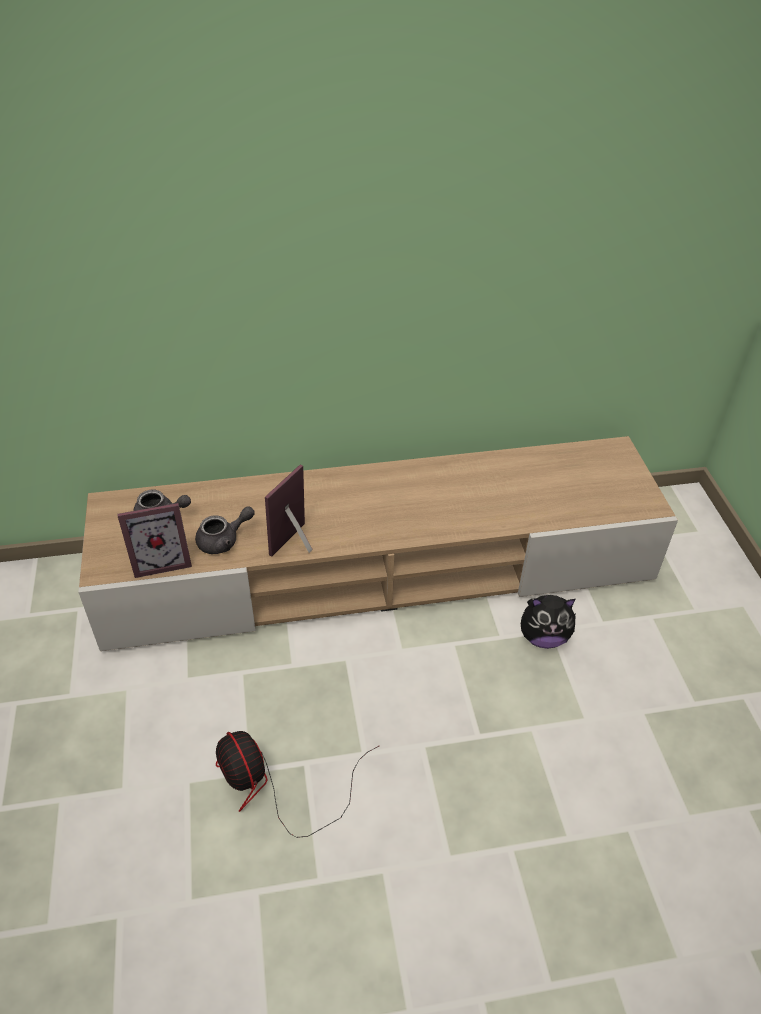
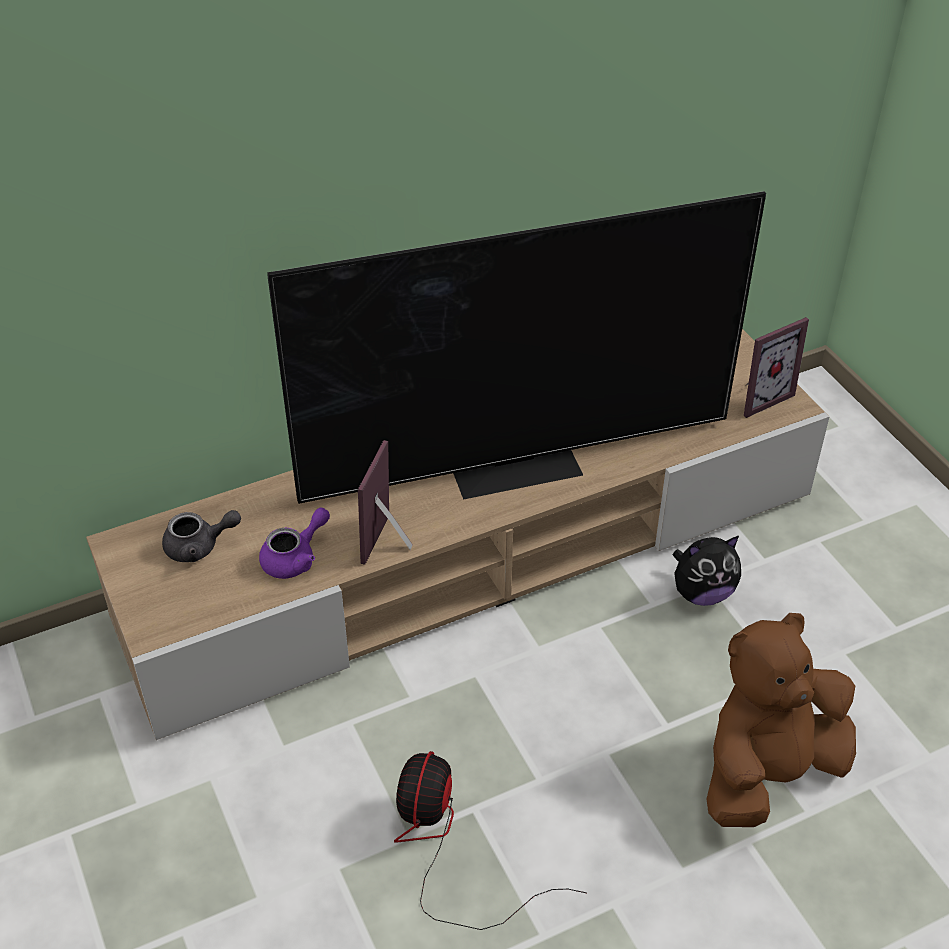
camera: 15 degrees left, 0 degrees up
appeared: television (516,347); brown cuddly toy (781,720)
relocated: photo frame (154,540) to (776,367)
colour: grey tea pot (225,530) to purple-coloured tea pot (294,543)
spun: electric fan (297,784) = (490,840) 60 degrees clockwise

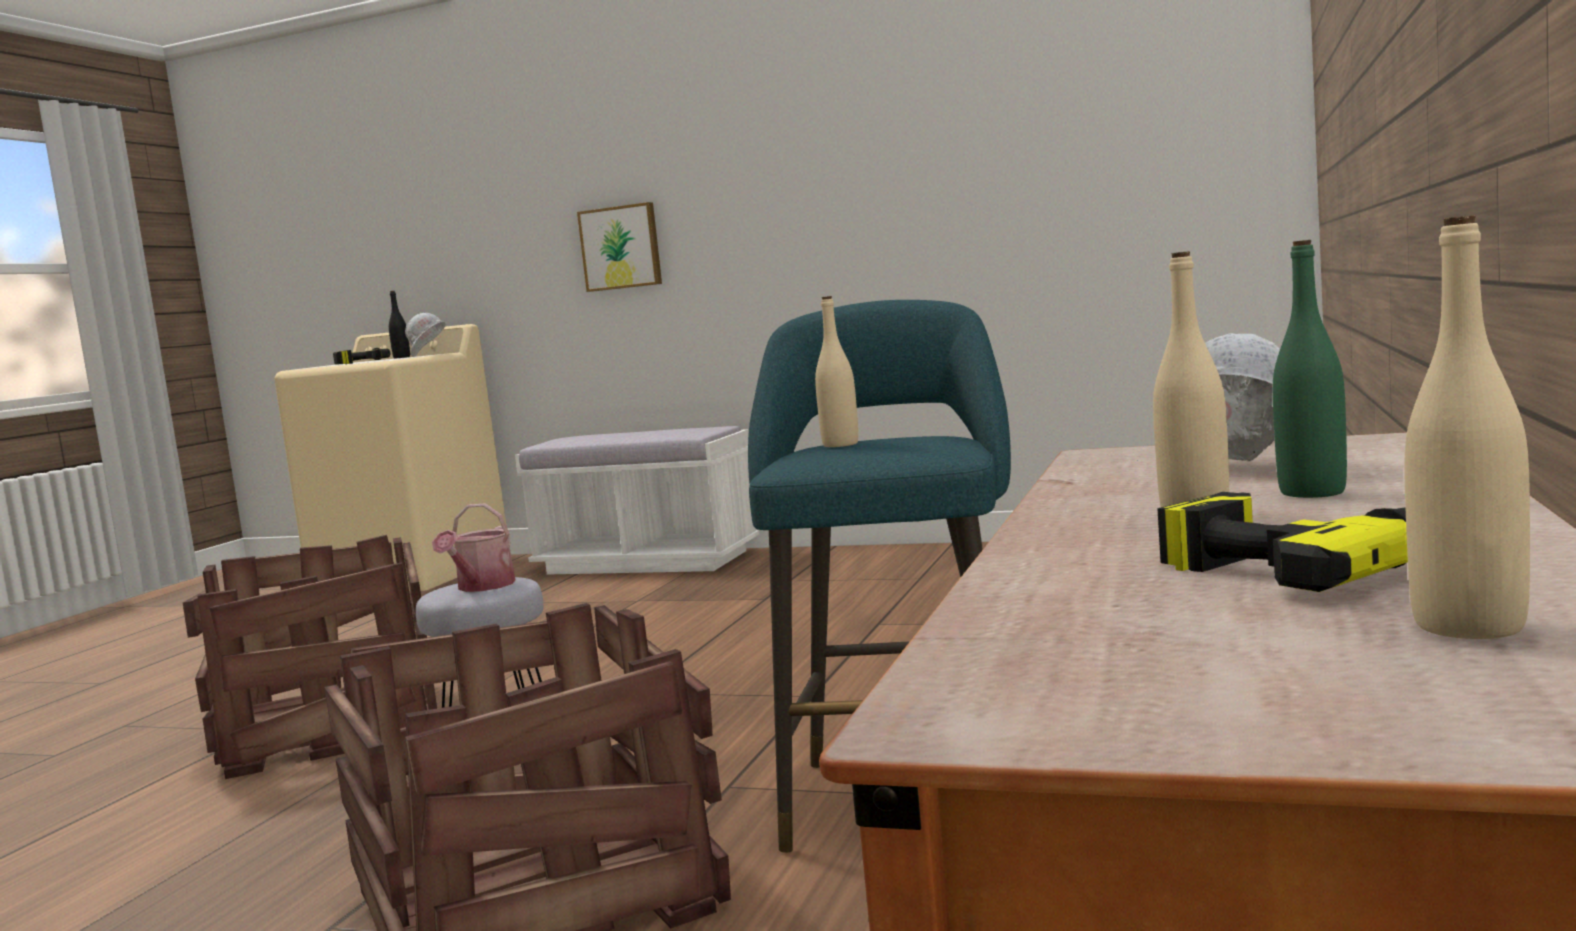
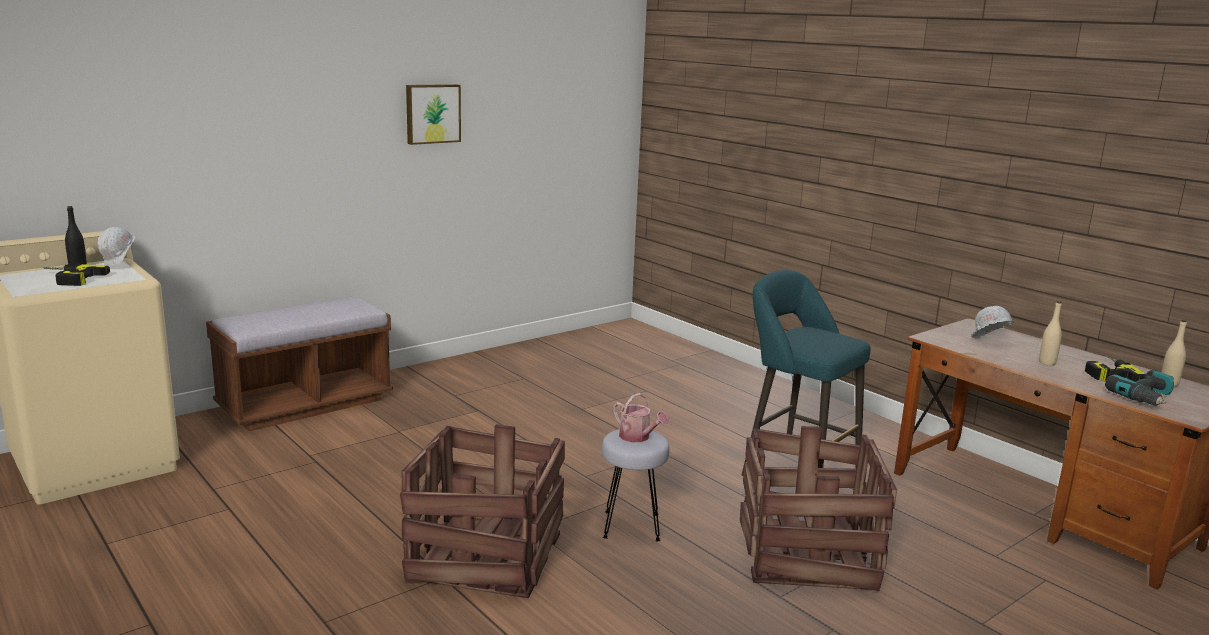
camera: 60 degrees left, 10 degrees up
missing: sand-coloured bottle (836,371); green bottle (1310,369)
appeared: drill (1139,388)
relocated: wall art (619,247) to (433,114)
colour: whitish indoor bench (637,500) to brown indoor bench (299,363)

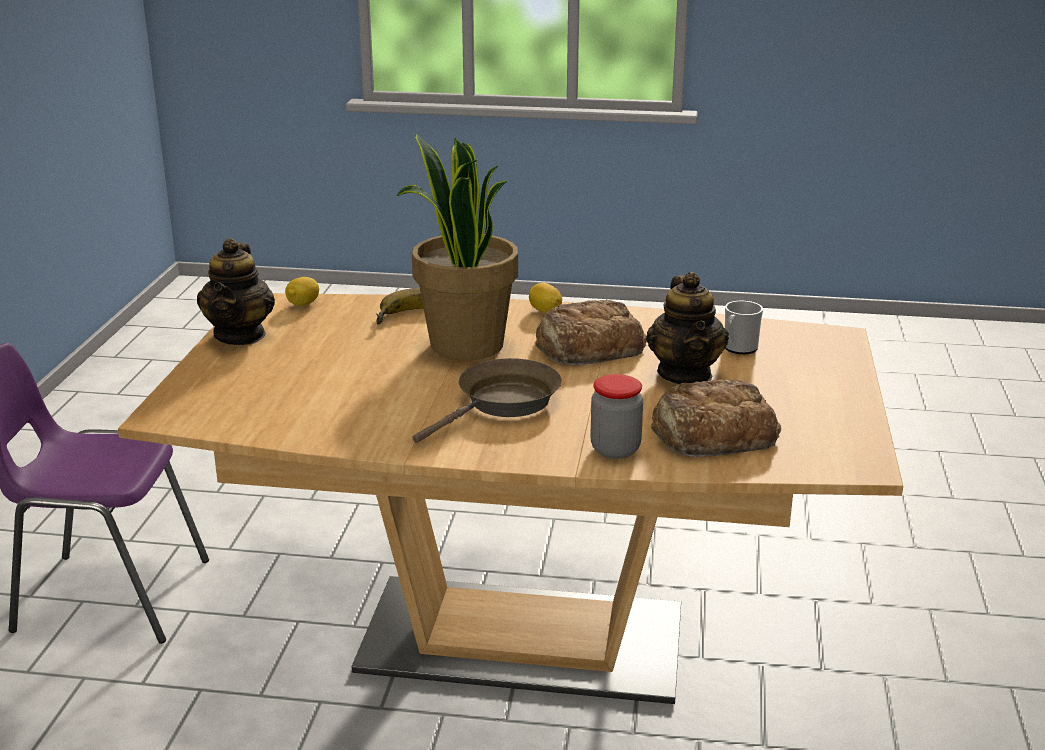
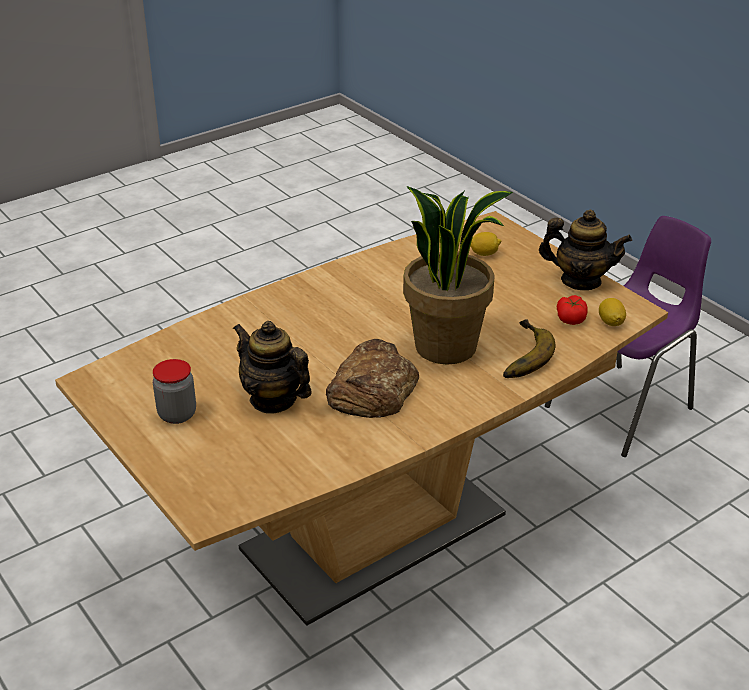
camera: 135 degrees right, 10 degrees up
missing: brown skillet (487,400); bakery bread (716,418); tea mug (744,327)
appeared: whole tomato (572,310)
relocated: lemon (545,298) to (486,244); jar (616,416) to (174,391)
spun: tea pot (236,291) = (585,250) 150 degrees clockwise

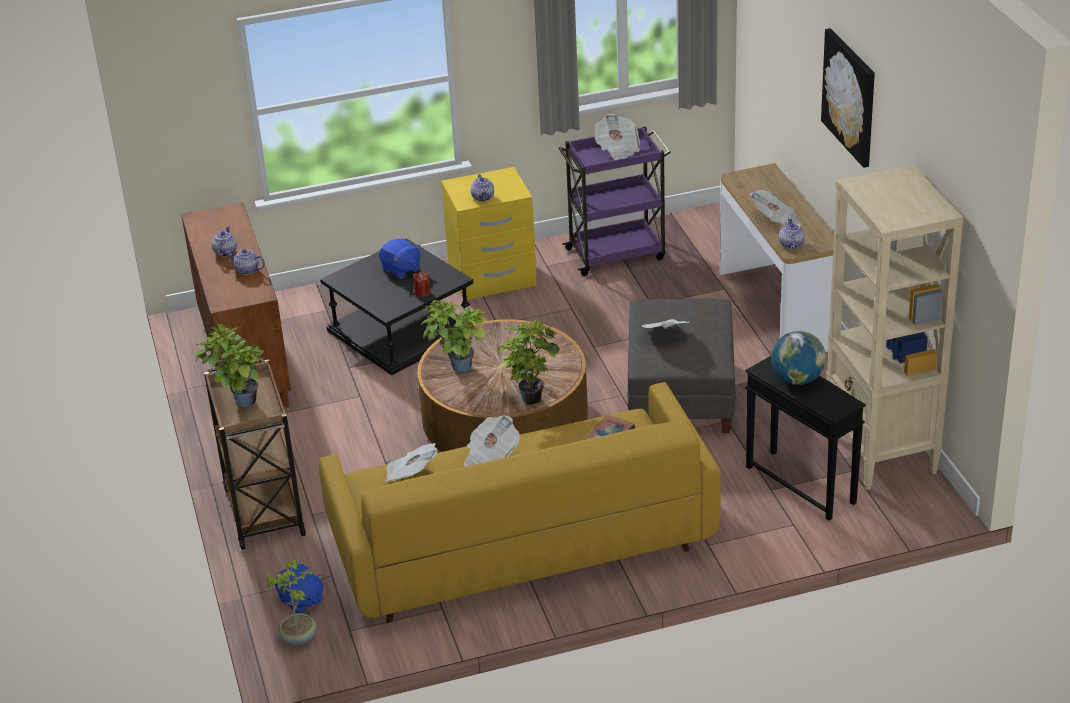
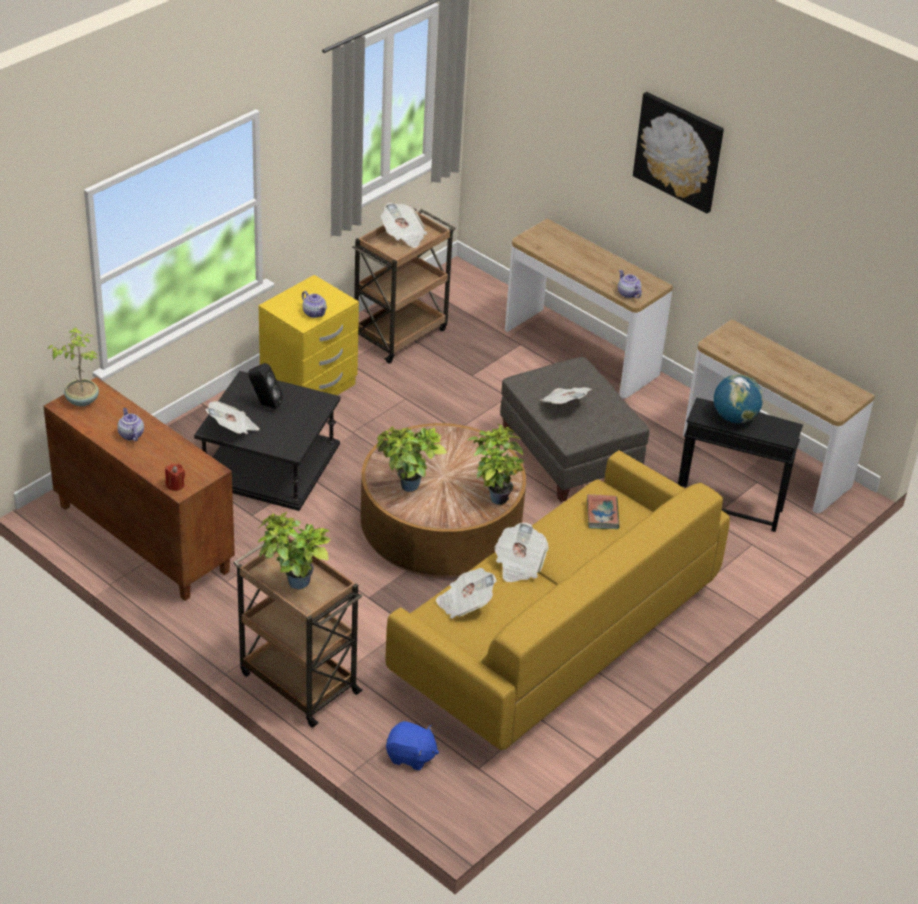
camera: 35 degrees left, 5 degrees up
missing: tea pot (245,262)
relocated: plant in a pot (290,602) to (73,367); red-coloured candle (421,284) to (175,477); newspaper (775,208) to (232,417)
exchanged: blue-coloured cuddly toy (400,258) to blackish loudspeaker (265,386); sand-coloured bookcase (895,327) to narrow table (779,416)
colour: purple-coloured cart (615,201) to brown cart (404,286)

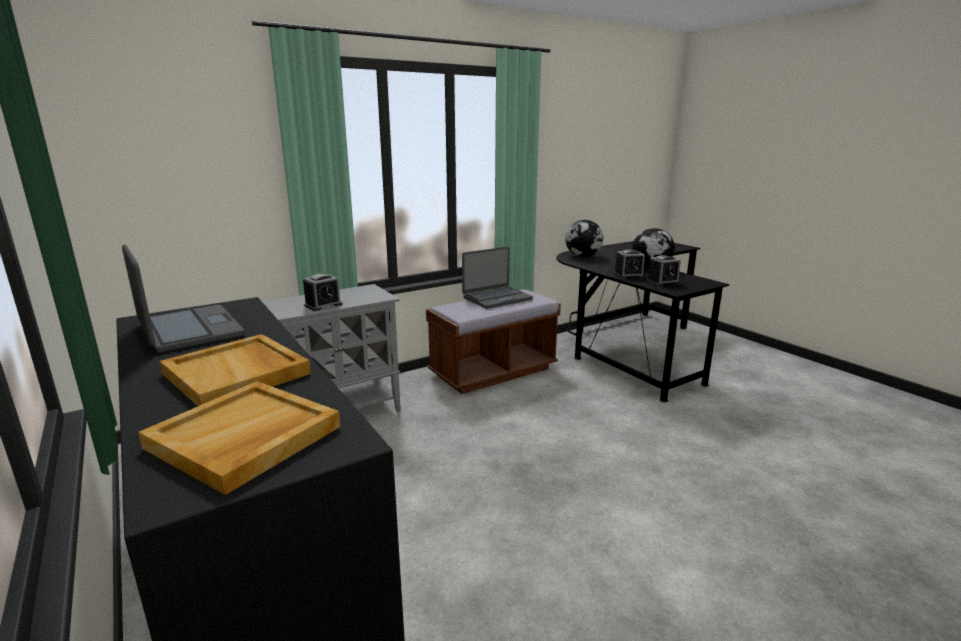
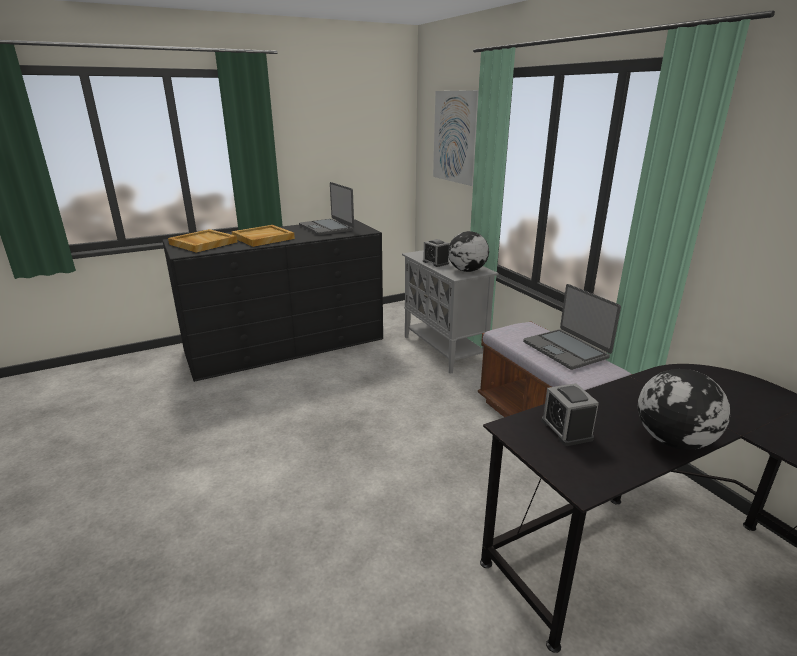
camera: 95 degrees right, 5 degrees up
missing: table clock (629,263)
appeared: wall art (456,138)
relocated: globe (584,238) to (468,251)
spun: laptop (183,298) = (326,209) 90 degrees clockwise

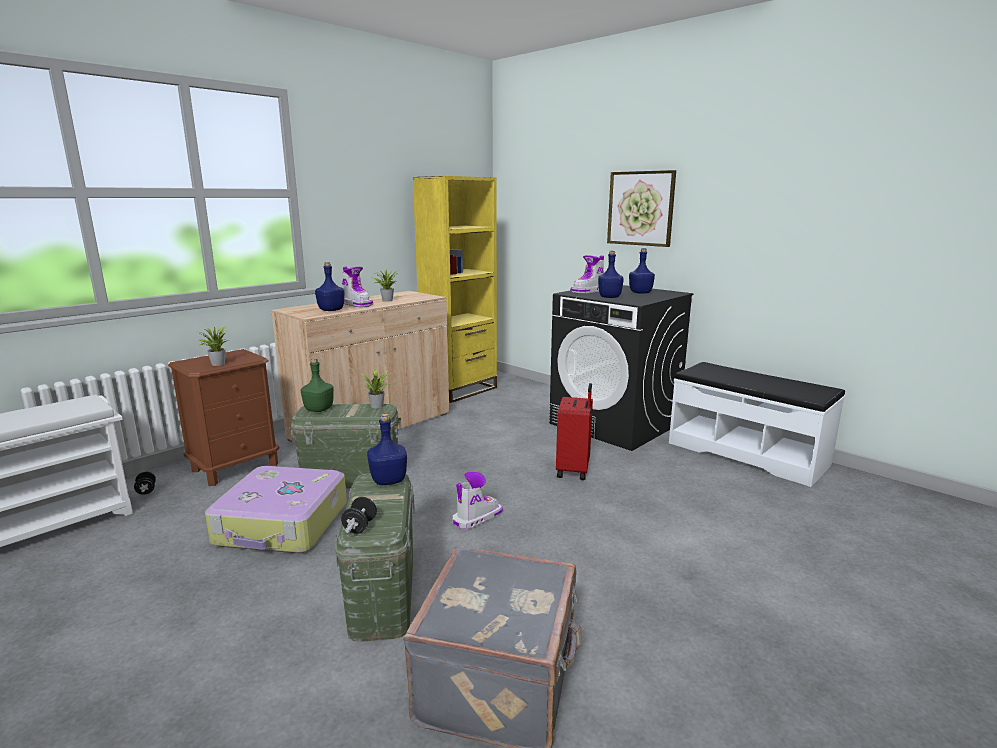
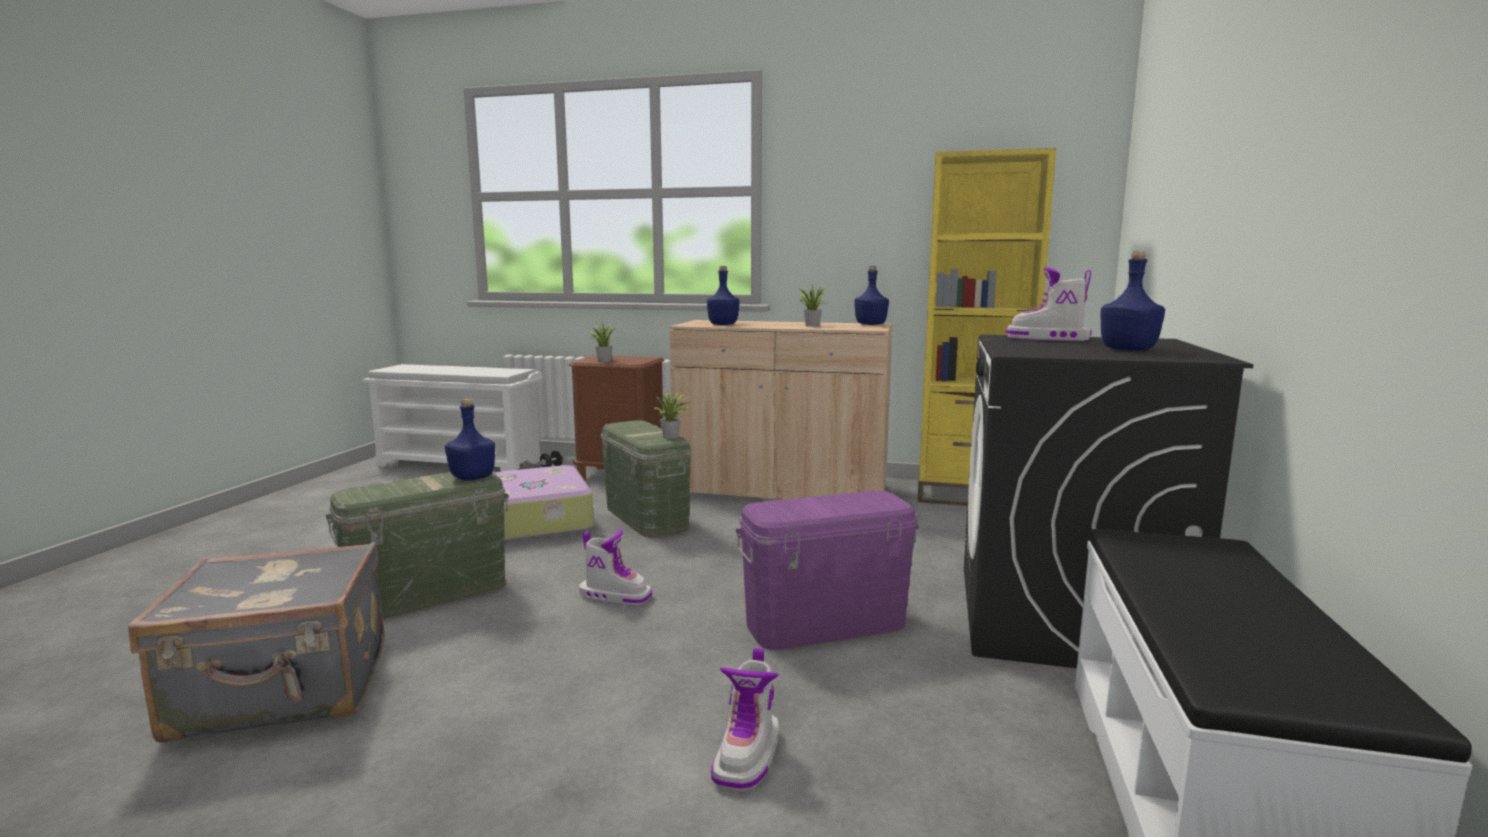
camera: 60 degrees right, 5 degrees down
missing: green bottle (317,385); blackish dumbbell (359,515); wall art (641,208)
relocated: high-top boot (357,287) to (745,719); blue-coloured bottle (610,274) to (871,295)
exchanged: red-coloured piece of luggage (574,431) to purple-coloured storage container (827,570)

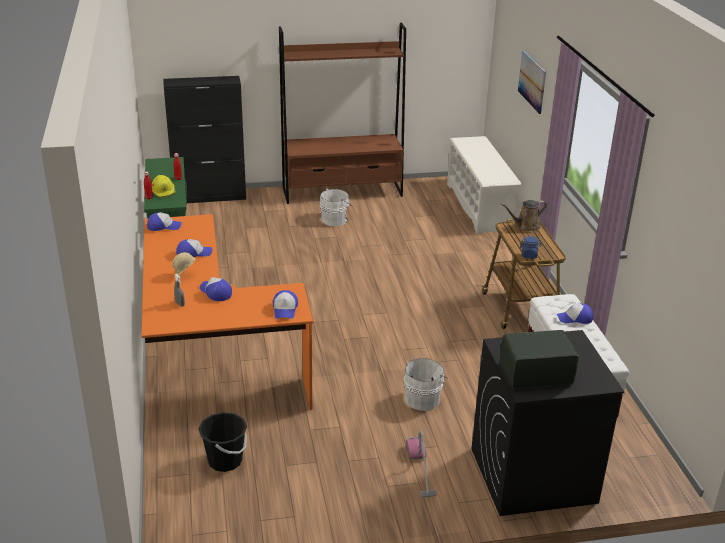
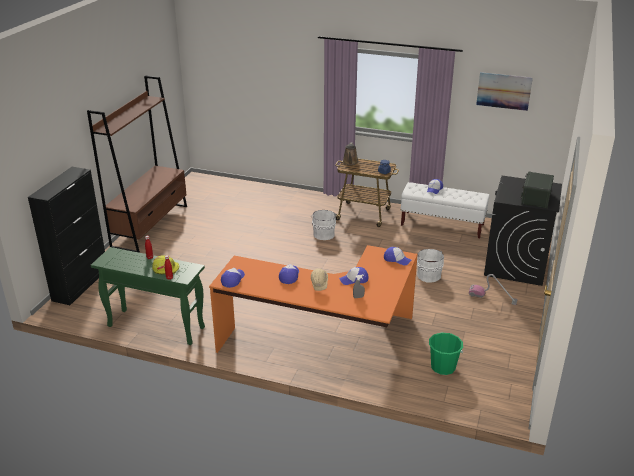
camera: 60 degrees left, 0 degrees up
missing: whitish shoe stand (484,185)
relocated: whitish pail (336,207) to (323,225); wall art (532,82) to (504,91)
colour: blackish pail (222,442) to green pail (446,353)

